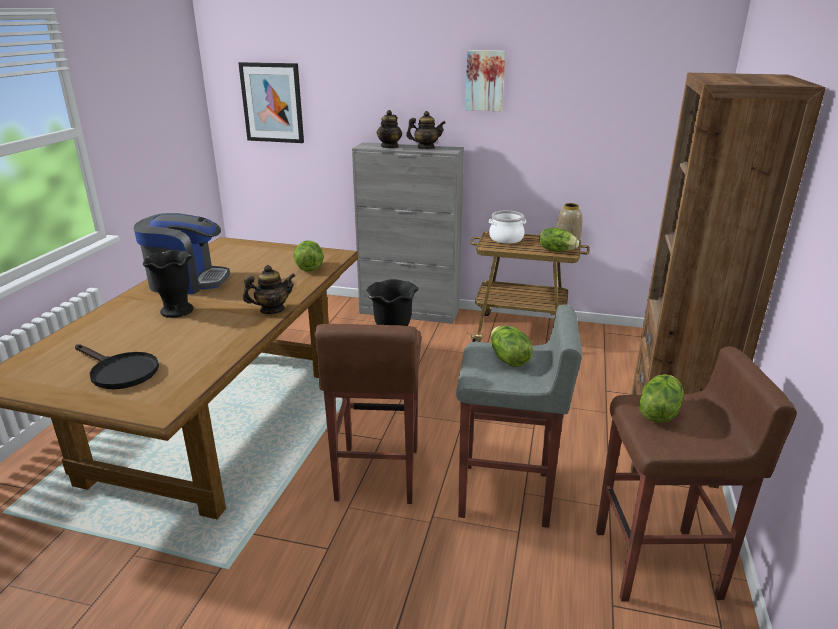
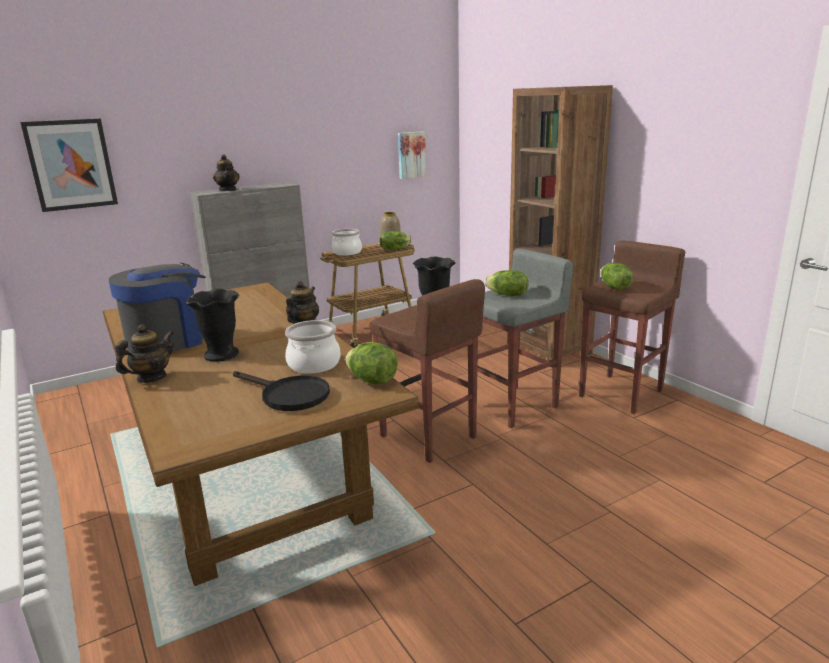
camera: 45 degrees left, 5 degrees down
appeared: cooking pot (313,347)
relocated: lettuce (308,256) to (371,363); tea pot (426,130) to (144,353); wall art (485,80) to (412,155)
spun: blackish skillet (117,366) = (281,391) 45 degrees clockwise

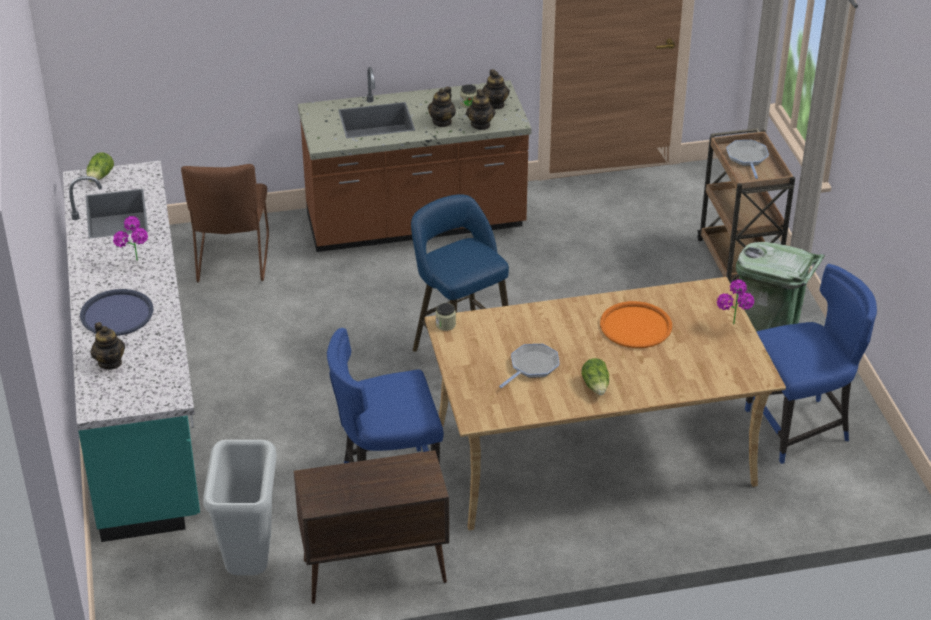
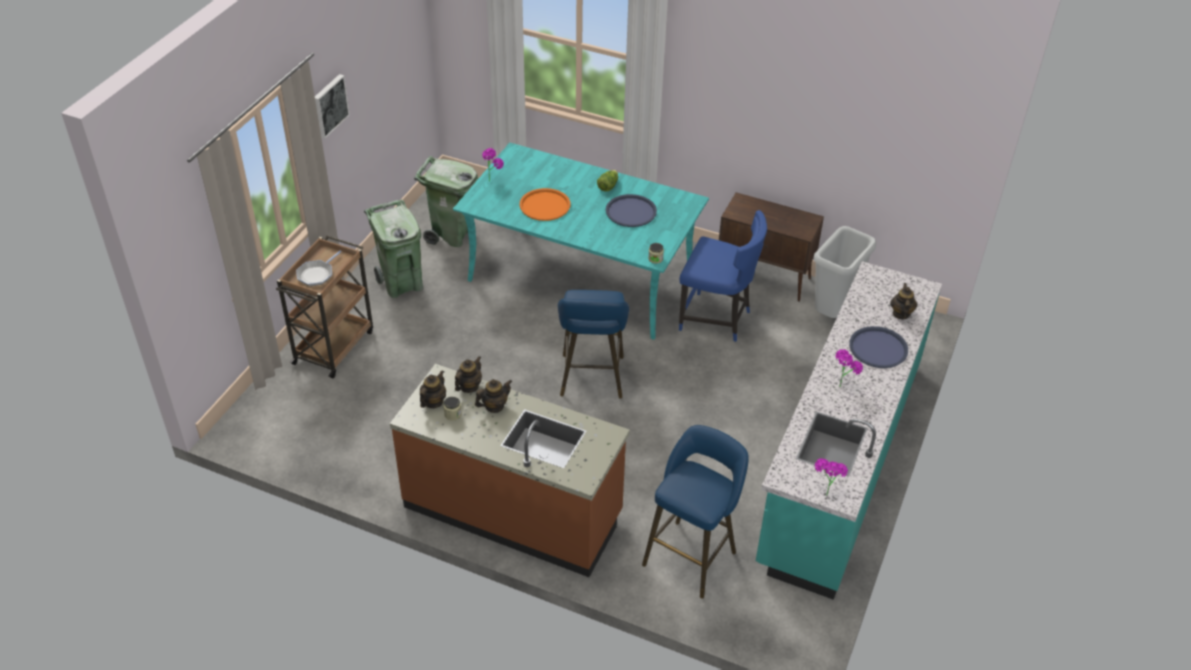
camera: 145 degrees left, 5 degrees up
appeared: wall art (332,106)
exchanged: lettuce (100,167) to plant in a pot (831,477); brown upright chair (225,223) to blue-coloured stool (695,512); skillet (529,366) to blue-coloured serving tray (631,210); blue-coloured upright chair (811,364) to green trash can (446,201)
colour: sand-coloured kitchen table (605,403) to turquoise-coloured kitchen table (581,241)

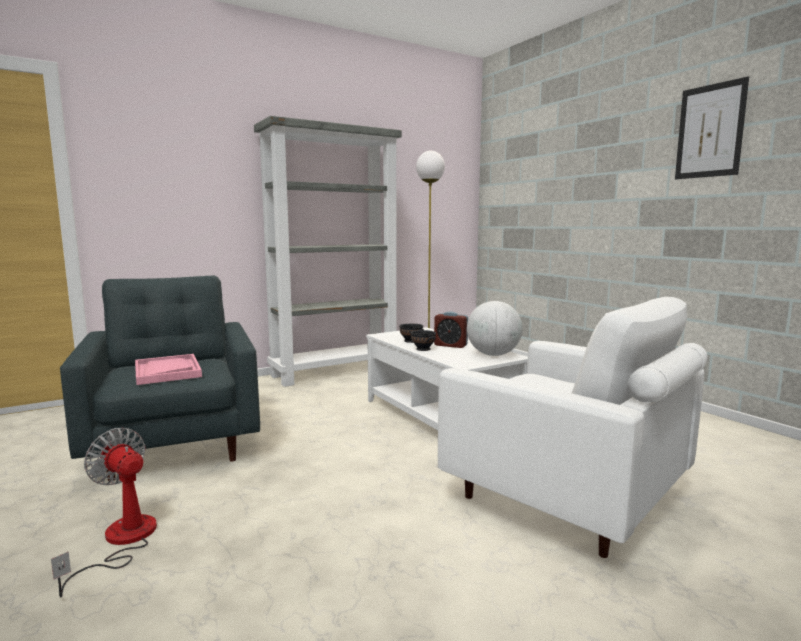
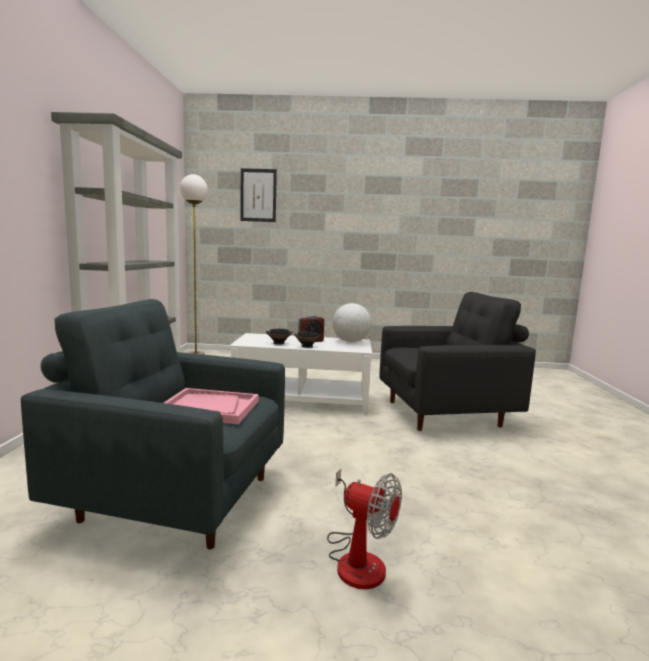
camera: 55 degrees left, 0 degrees up
relocated: wall art (712,127) to (258,195)
colour: whitish lounge chair (573,427) to blackish lounge chair (457,361)
spun: electric fan (104,513) = (364,529) 135 degrees counterclockwise

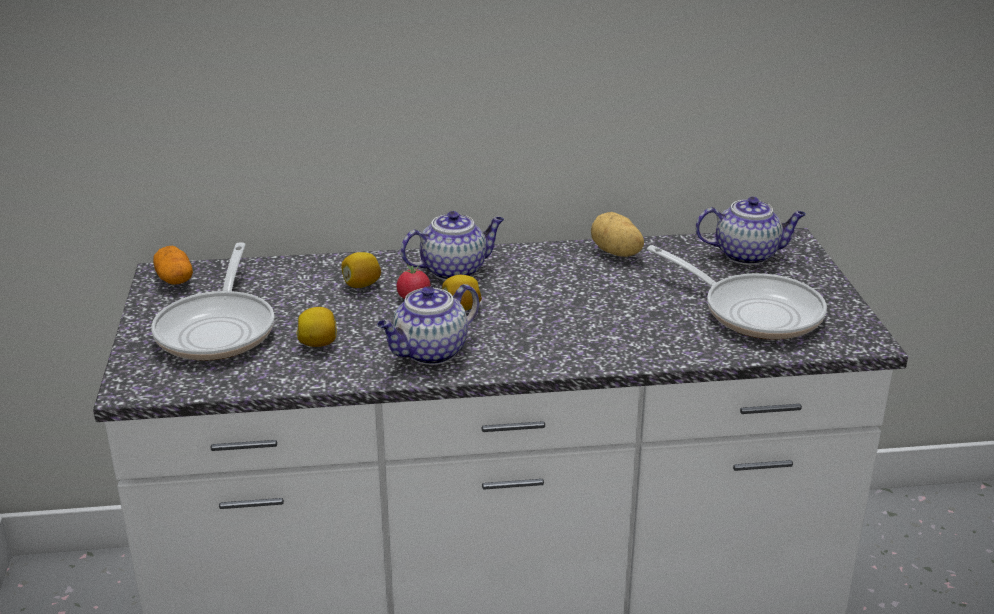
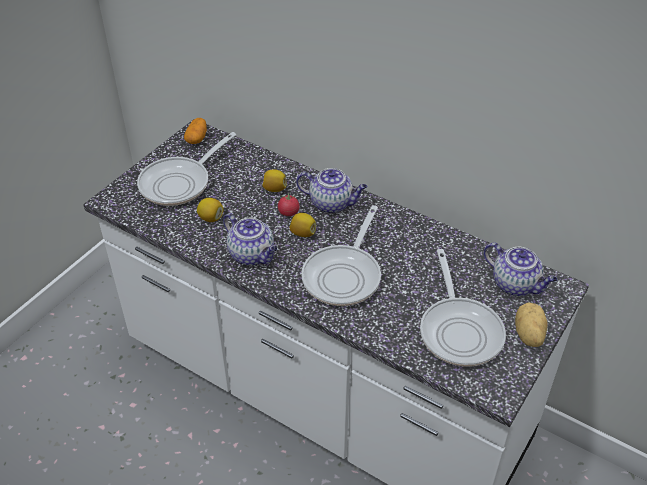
camera: 40 degrees right, 15 degrees up
appeared: skillet (341,255)
relocated: spud (617,234) to (531,324)
spun: tea pot (428,324) = (250,239) 135 degrees counterclockwise

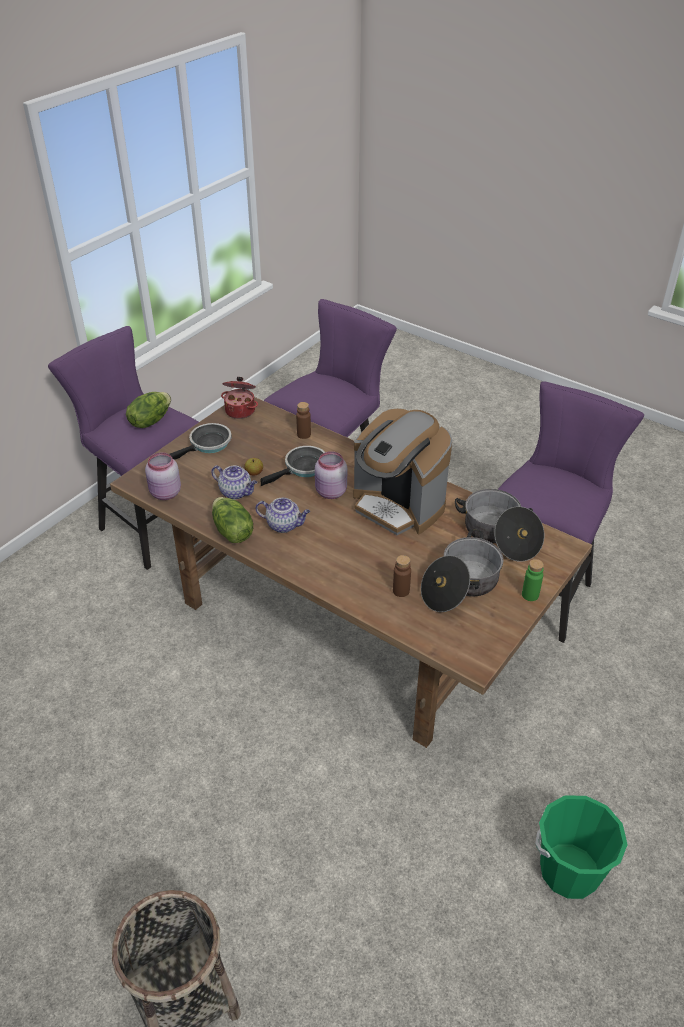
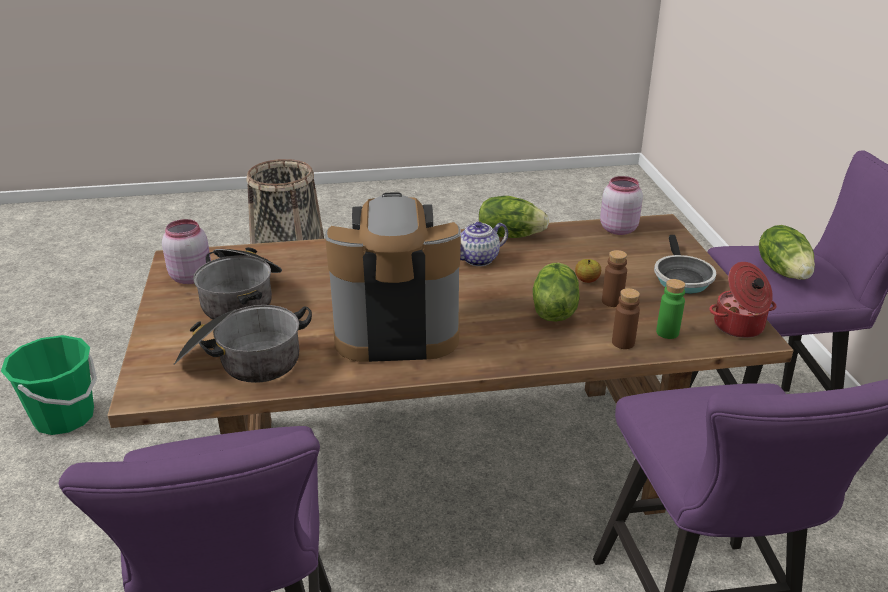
camera: 135 degrees right, 10 degrees down
missing: tea pot (234,482)
relocated: pink jar (331,475) to (186,251); brown bottle (402,576) to (614,278); green bottle (533,580) to (670,309)
exchanged: skillet (293,466) to lettuce (556,292)

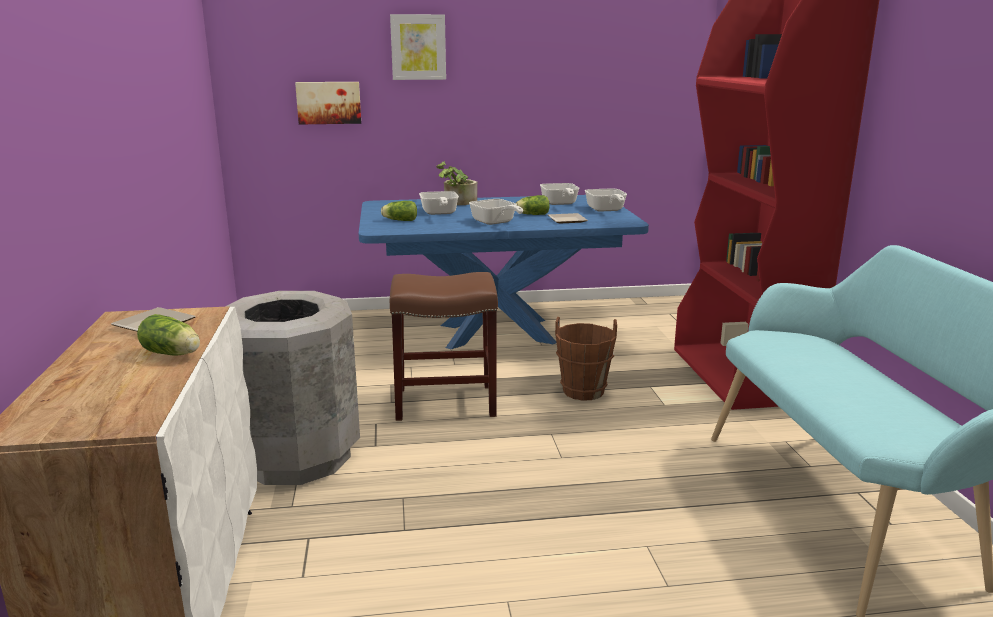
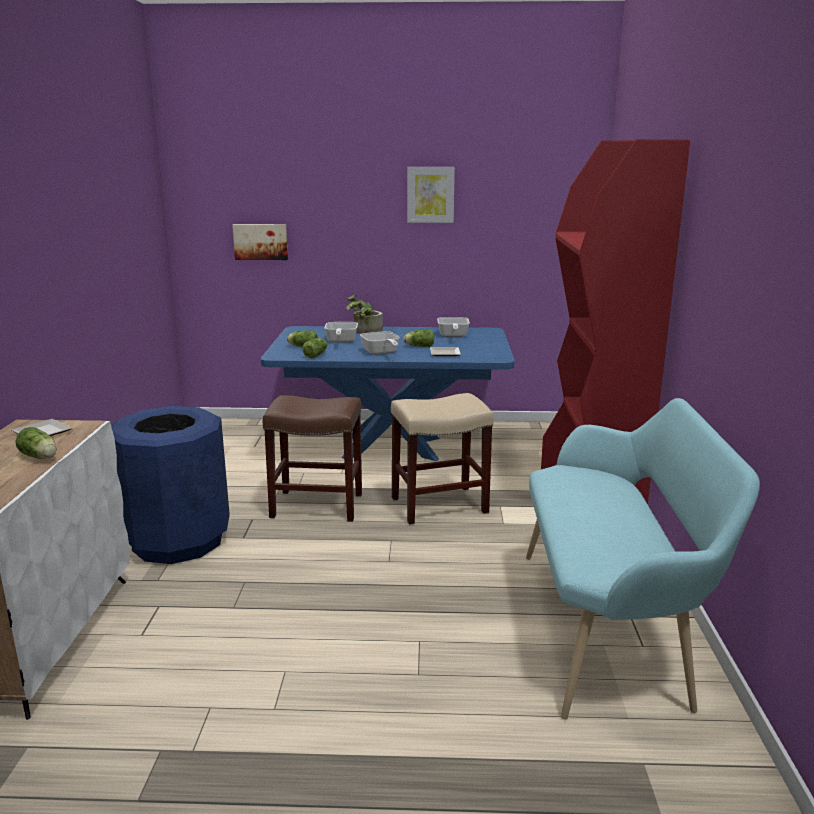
camera: 10 degrees right, 0 degrees up
missing: skillet (606,200)
appeared: lettuce (314,348)
relocated: wall art (418,47) to (431,195)
exchanged: brown pail (586,359) to sand-coloured stool (442,459)
colour: grey trash can (292,388) to blue-coloured trash can (170,485)

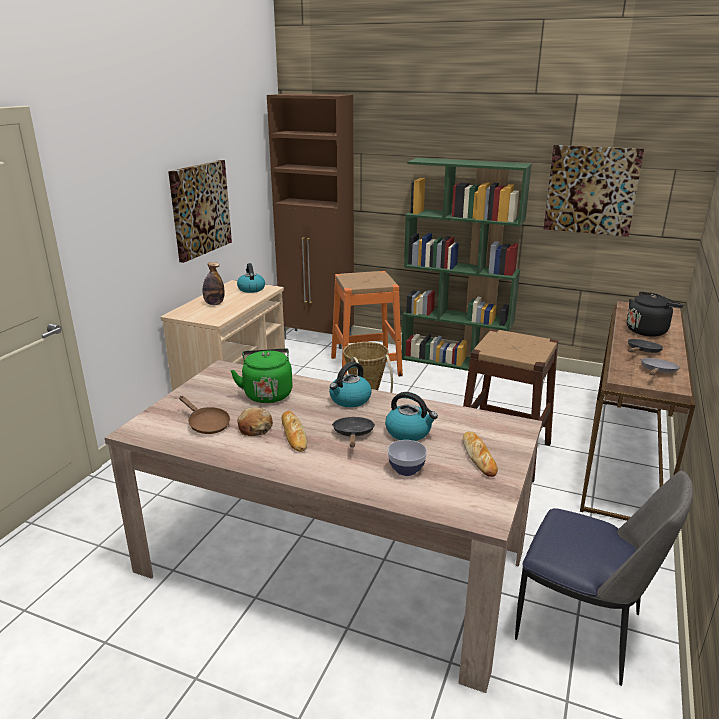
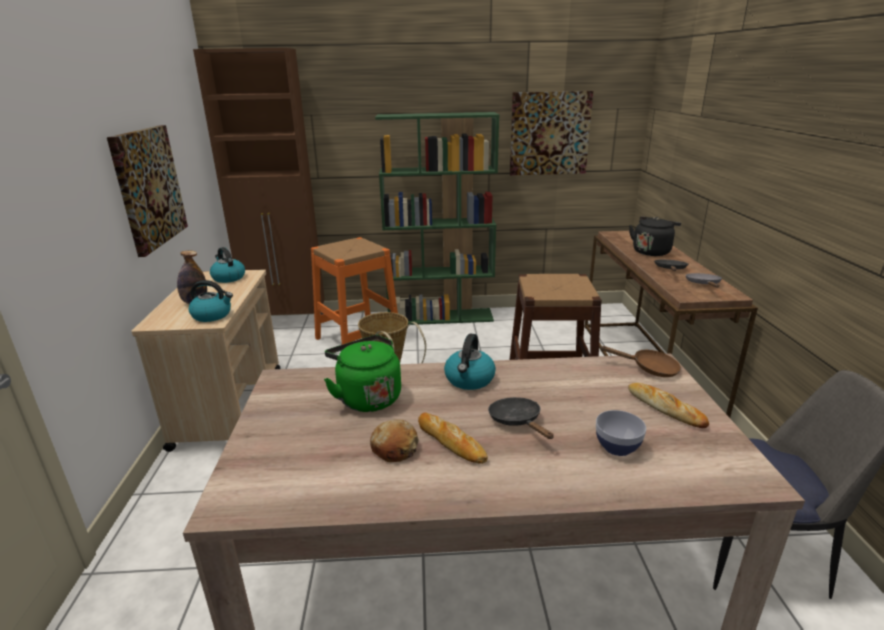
camera: 25 degrees left, 0 degrees up
relocated: brown skillet (204,415) to (641,361); water kettle (411,416) to (210,301)

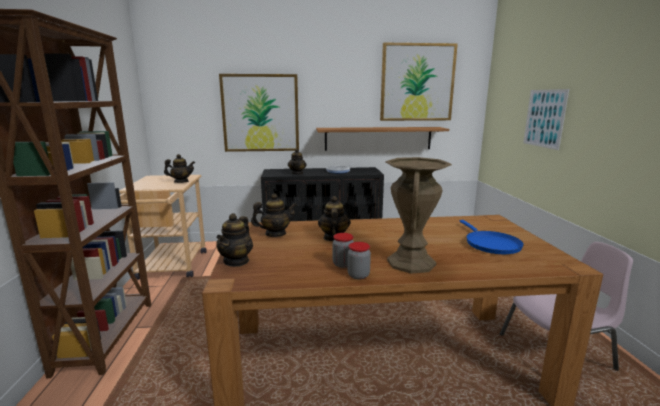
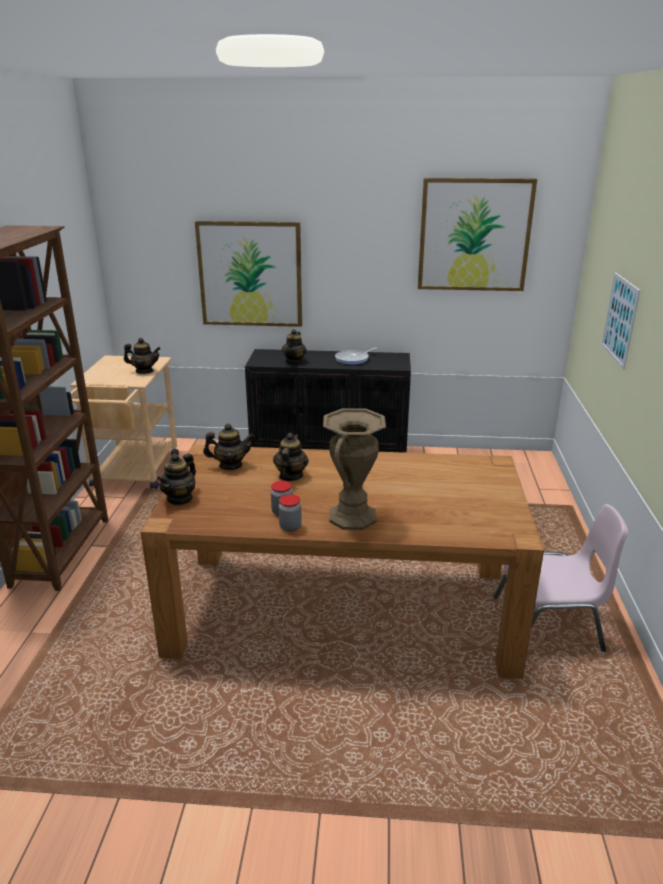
camera: 10 degrees right, 10 degrees up
missing: wall shelf (382,139); blue-coloured skillet (492,237)

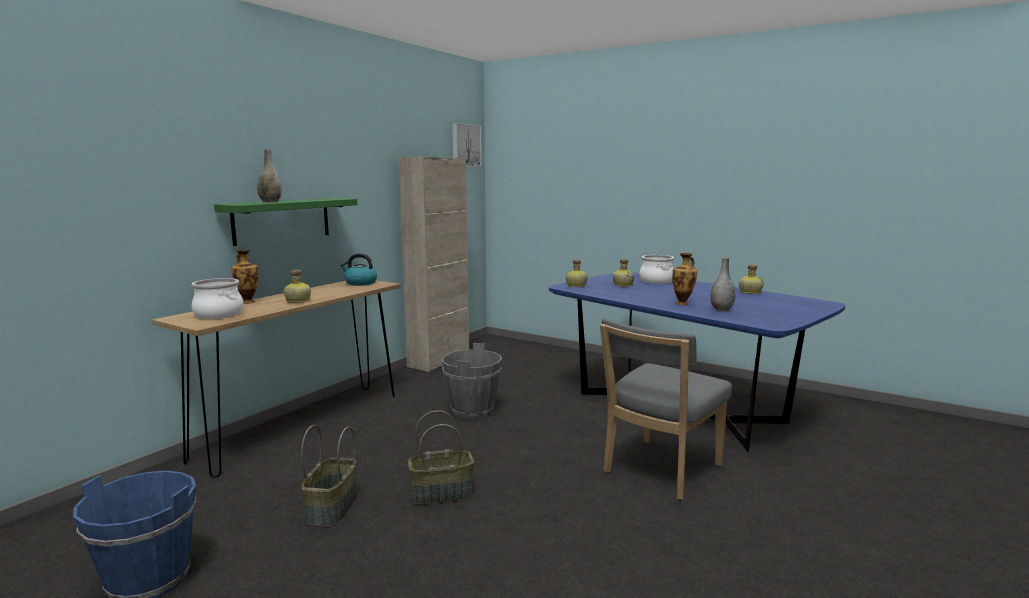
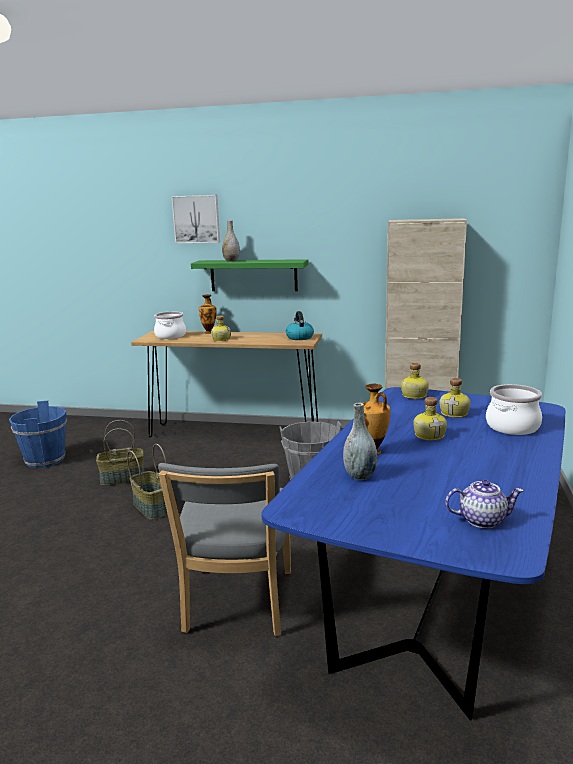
camera: 70 degrees right, 5 degrees up
appeared: tea pot (484,504)
relocated: wall art (467,145) to (196,219); bottle (751,279) to (430,419)
spun: grey upright chair (666,409) = (224,549) 105 degrees counterclockwise

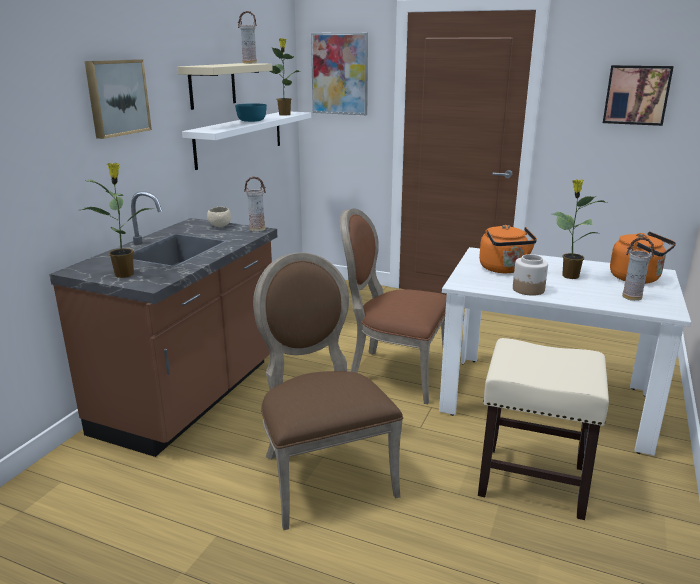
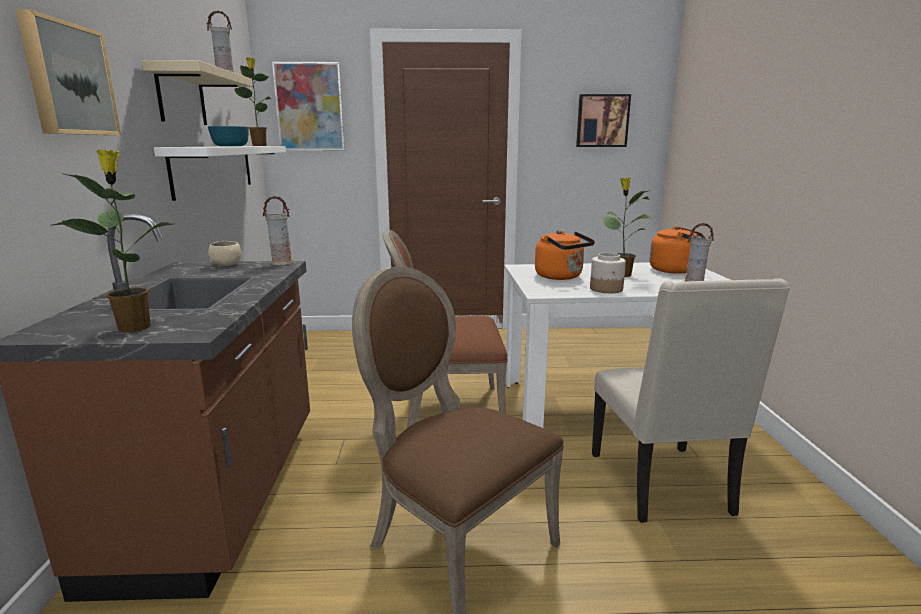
camera: 25 degrees left, 5 degrees down
exchanged: sand-coloured stool (543,429) to sand-coloured upright chair (691,400)

